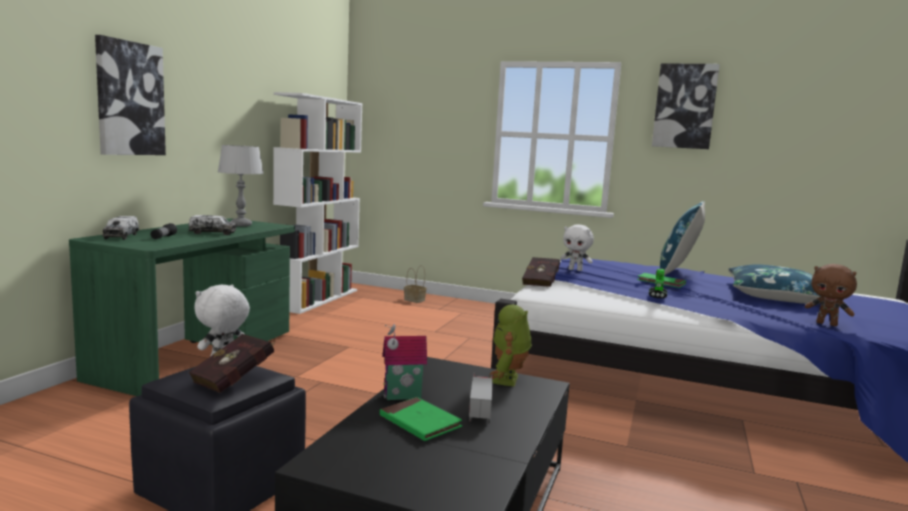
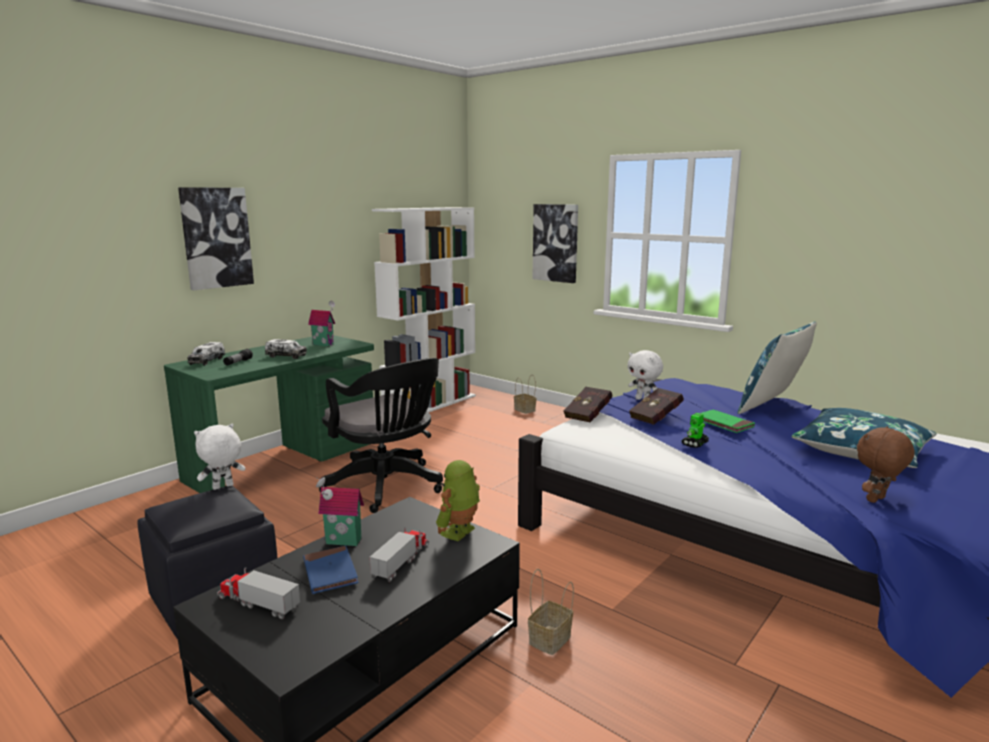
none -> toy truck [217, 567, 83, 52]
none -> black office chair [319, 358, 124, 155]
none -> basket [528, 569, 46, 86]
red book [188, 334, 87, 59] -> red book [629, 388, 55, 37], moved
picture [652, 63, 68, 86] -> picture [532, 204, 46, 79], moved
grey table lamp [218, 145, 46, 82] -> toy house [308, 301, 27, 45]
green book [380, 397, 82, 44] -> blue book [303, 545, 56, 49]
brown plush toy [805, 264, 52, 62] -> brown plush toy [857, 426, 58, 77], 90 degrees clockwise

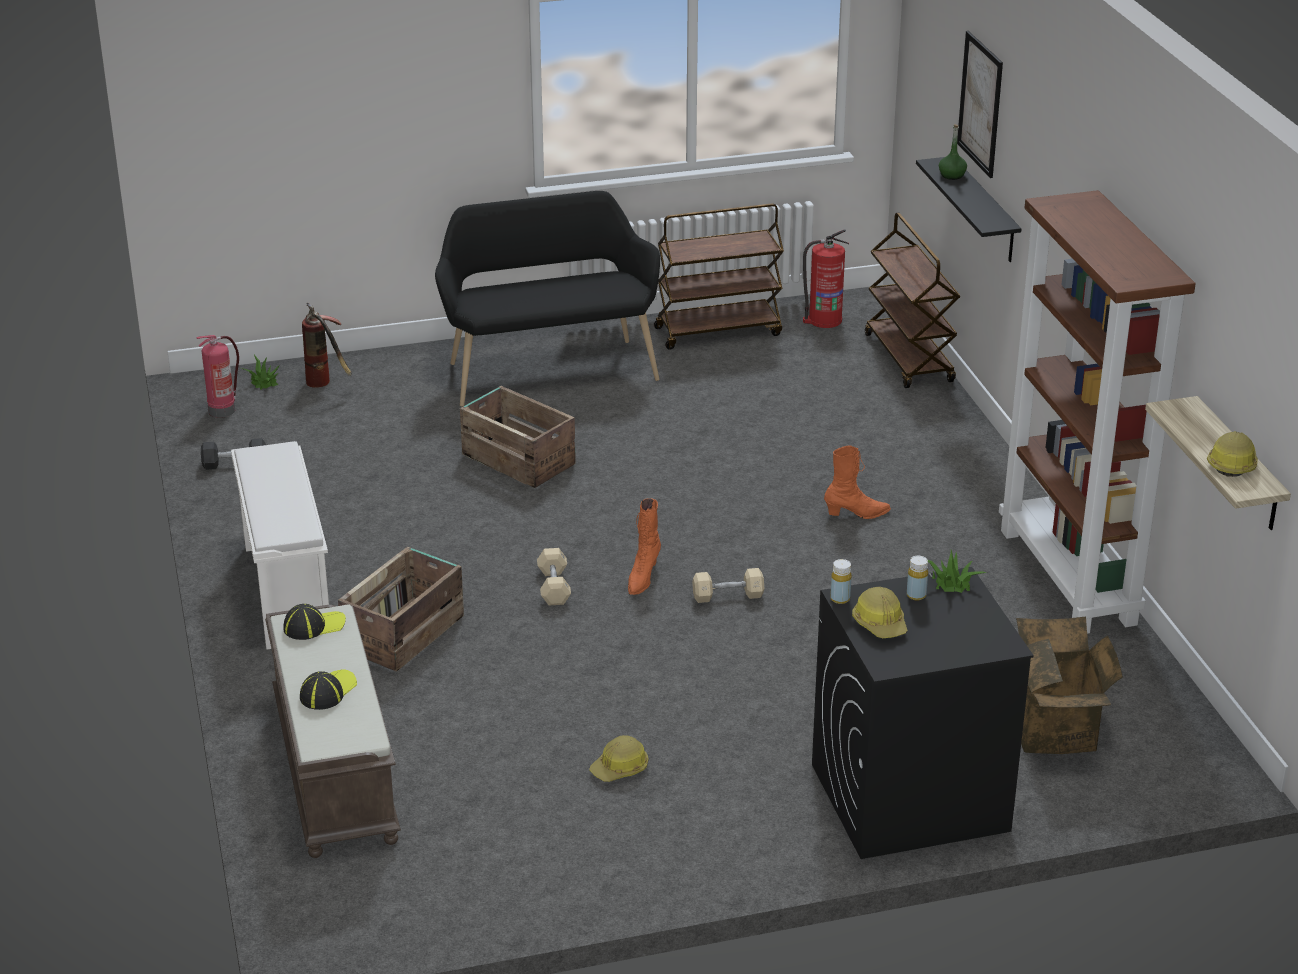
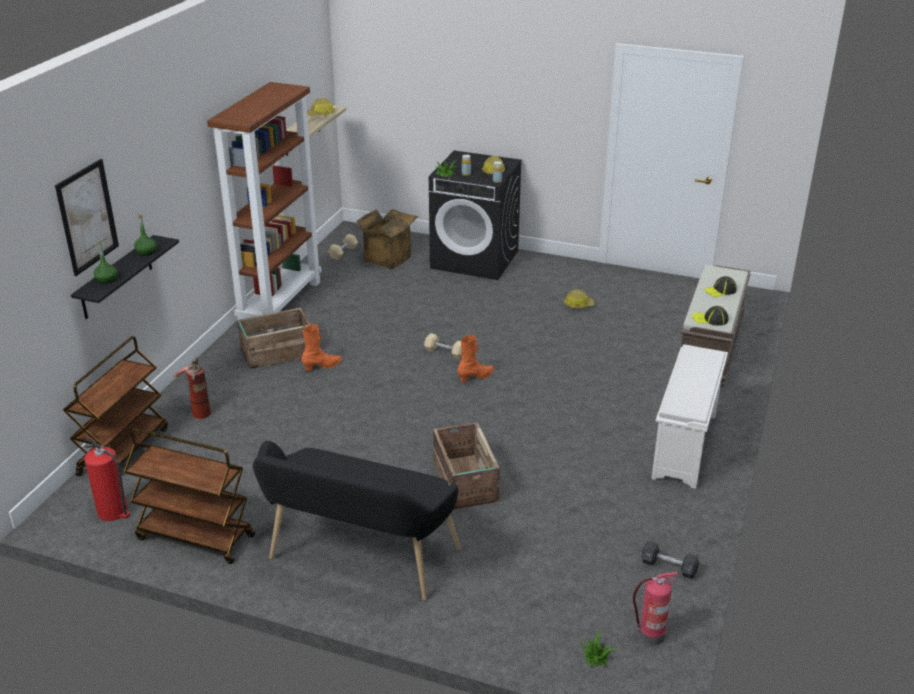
none -> green bottle [134, 214, 22, 42]
fire extinguisher [302, 303, 50, 85] -> fire extinguisher [174, 358, 37, 61], moved
crate [338, 546, 126, 126] -> crate [237, 308, 74, 62], moved
beige dumbbell [537, 548, 34, 58] -> beige dumbbell [328, 234, 30, 26], moved
orange boot [824, 446, 67, 73] -> orange boot [301, 324, 41, 47], 120 degrees clockwise

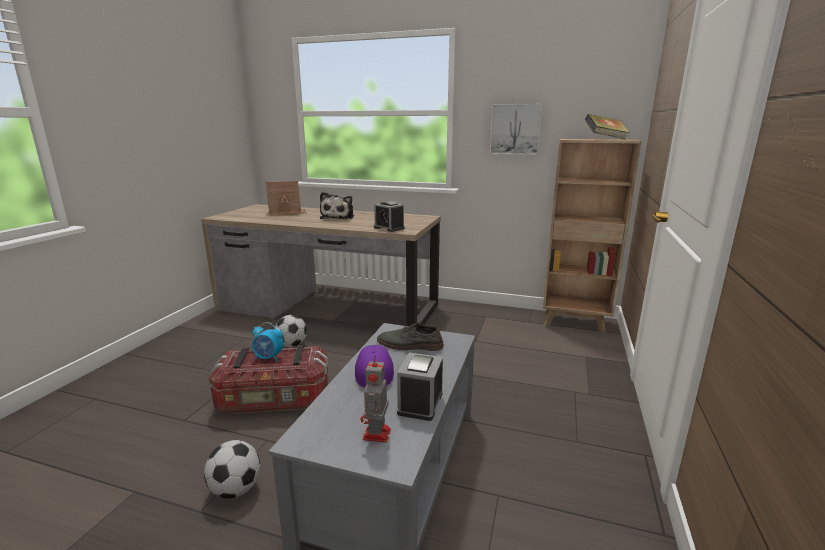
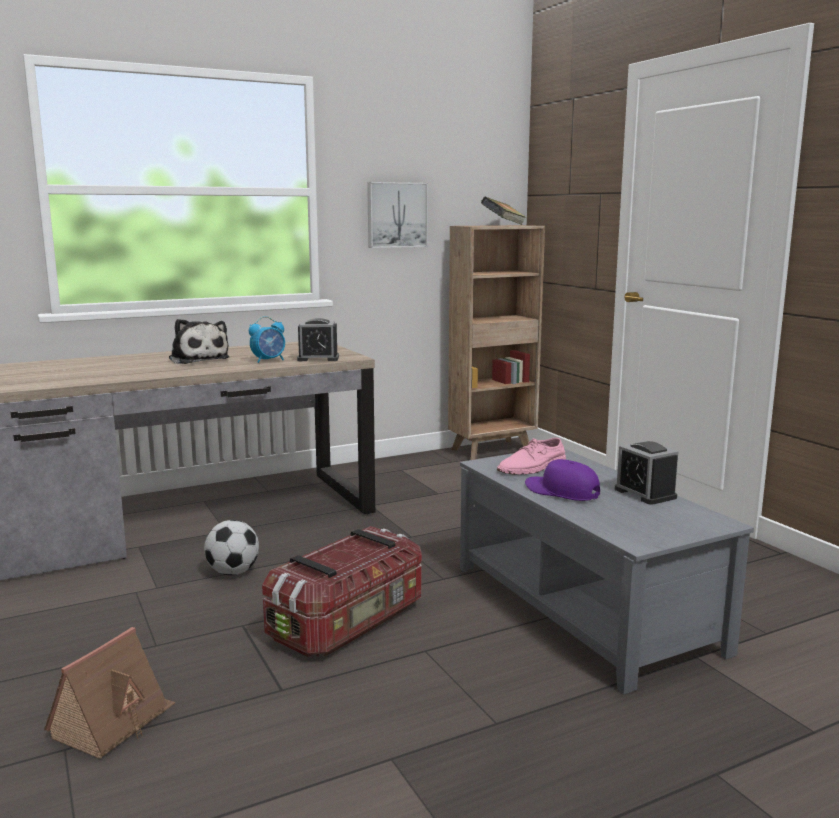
football [204, 440, 56, 58] -> none
toy robot [360, 355, 31, 88] -> none
alarm clock [252, 322, 32, 39] -> alarm clock [249, 316, 36, 47], moved
toy house [265, 181, 42, 35] -> toy house [44, 627, 132, 132], moved
grey shoe [377, 322, 67, 29] -> pink shoe [497, 438, 69, 37]

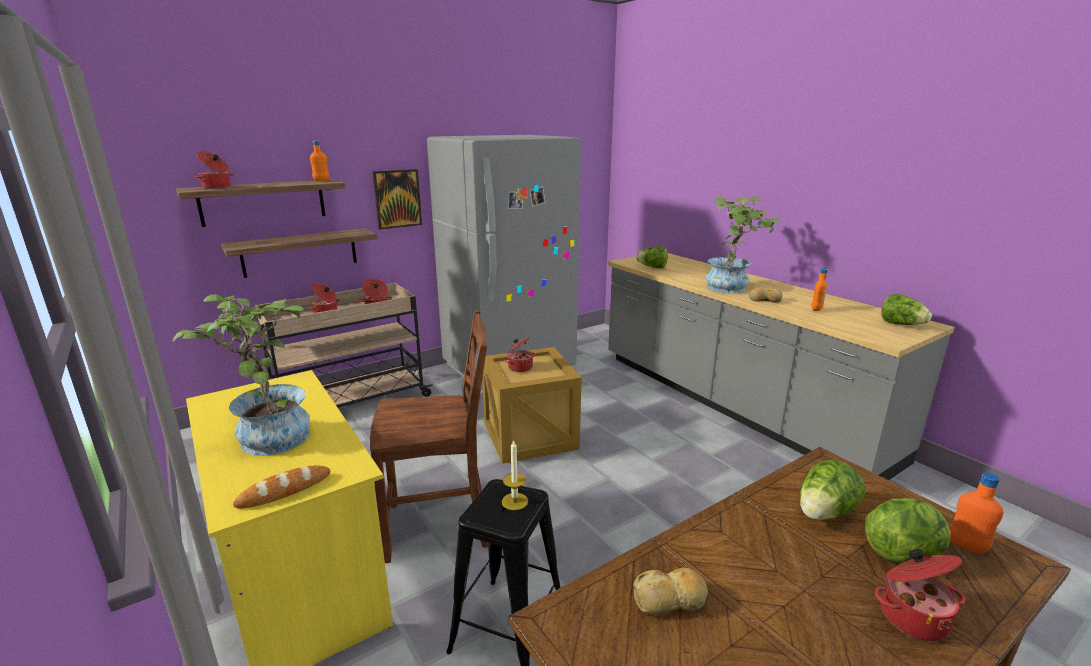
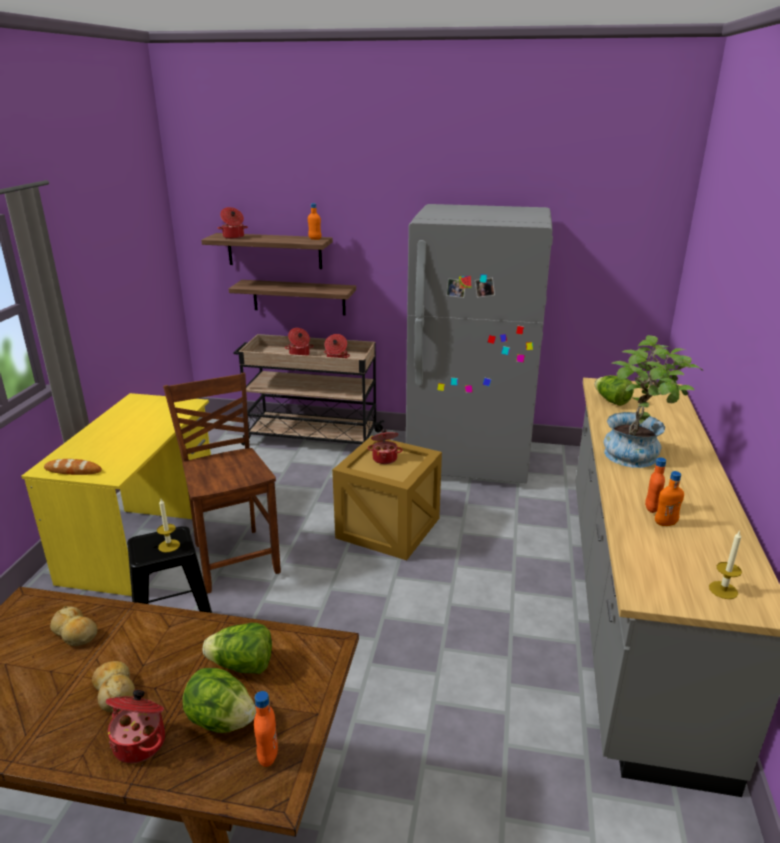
potted plant [172, 294, 138, 162] -> none
picture [372, 169, 50, 61] -> none
none -> orange bottle [645, 457, 21, 56]
bread [749, 287, 33, 16] -> bread [92, 661, 43, 52], moved
lettuce [881, 294, 51, 31] -> candle [709, 530, 33, 69]
brown chair [370, 310, 118, 253] -> brown chair [163, 373, 118, 221], 150 degrees counterclockwise

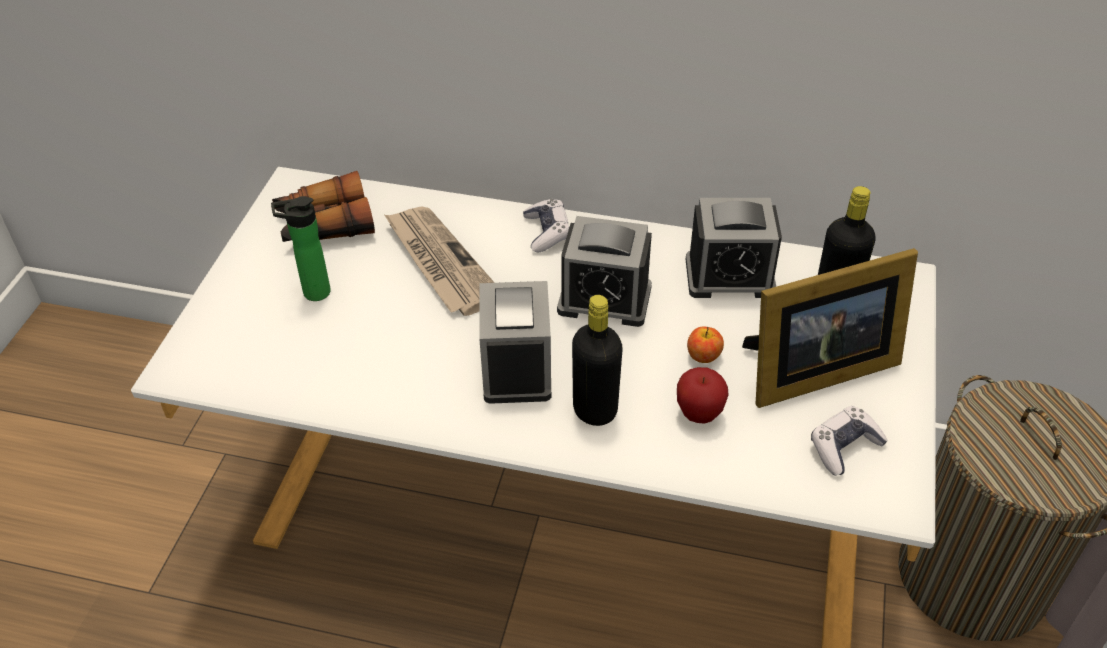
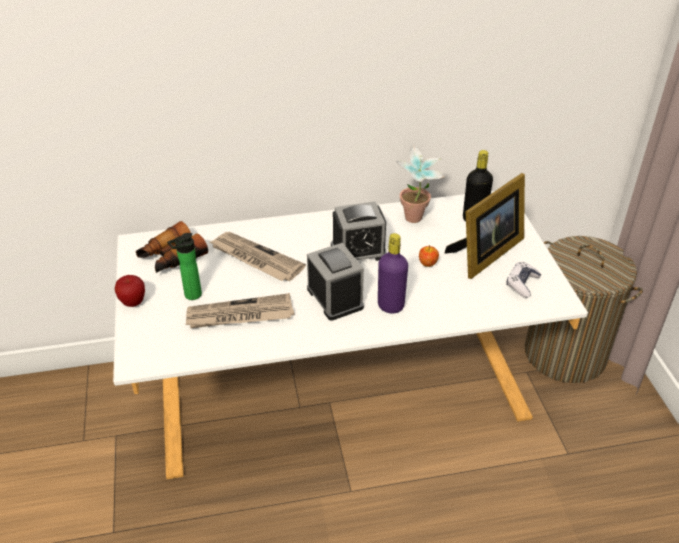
game controller [523, 199, 46, 53] -> none
none -> newspaper [186, 293, 108, 35]
apple [677, 367, 52, 57] -> apple [115, 275, 30, 32], moved
alarm clock [686, 198, 96, 100] -> potted plant [396, 144, 48, 79]
black bottle [572, 295, 51, 131] -> purple bottle [378, 233, 30, 80]

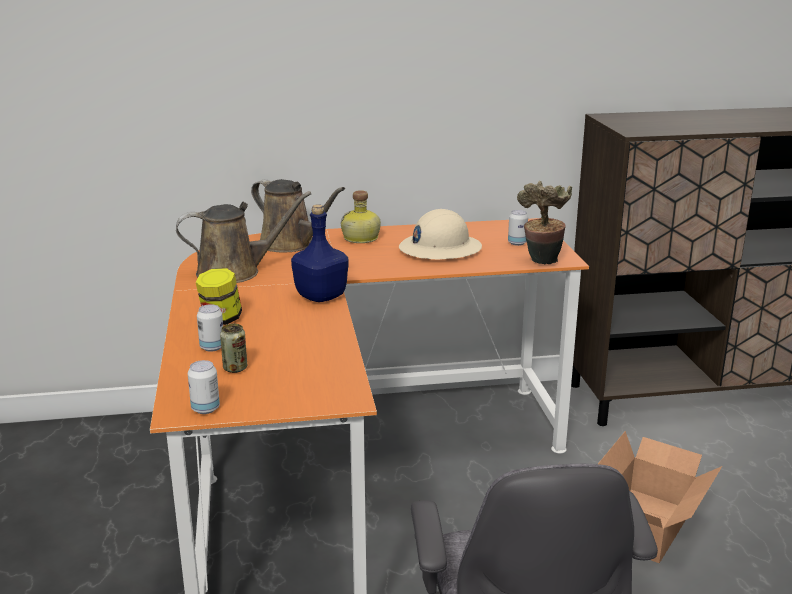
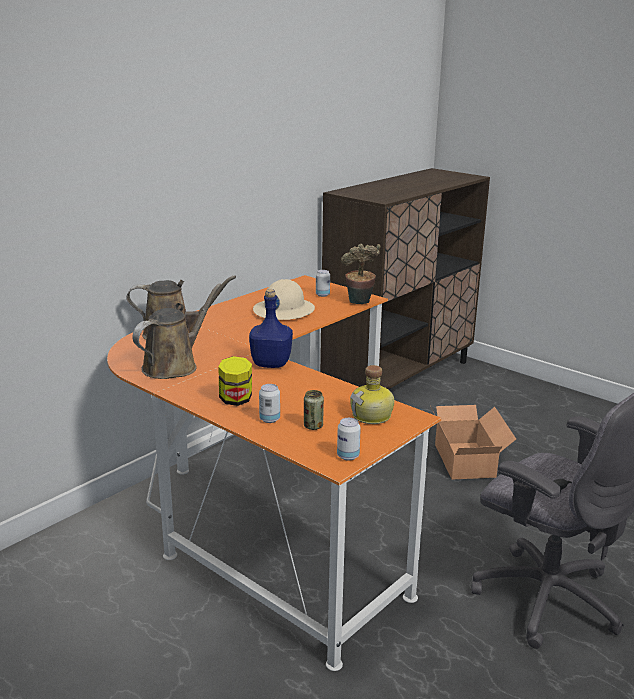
bottle [341, 190, 40, 53] -> bottle [350, 365, 44, 59], moved

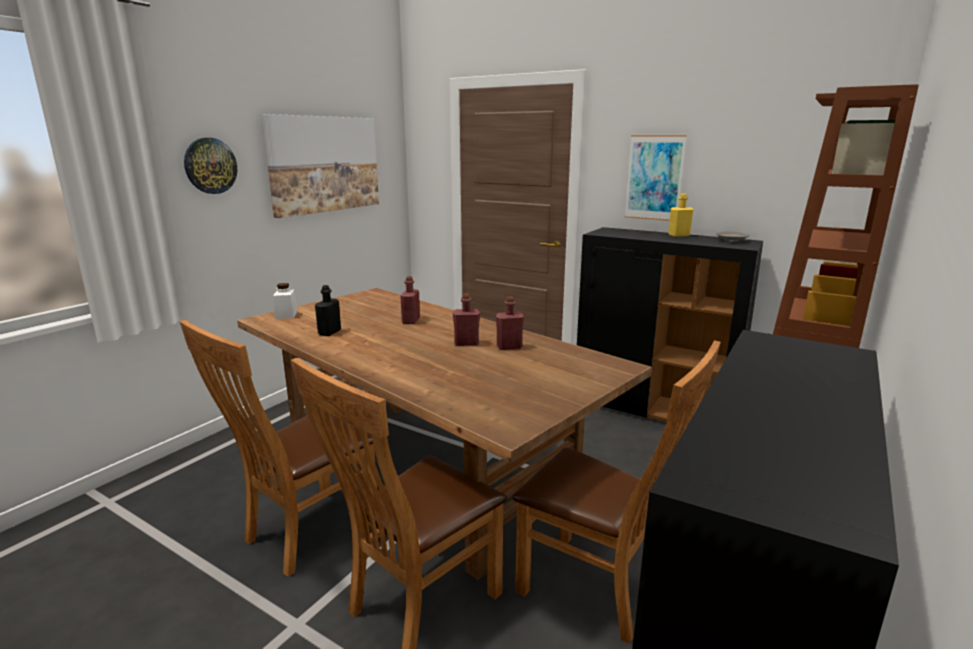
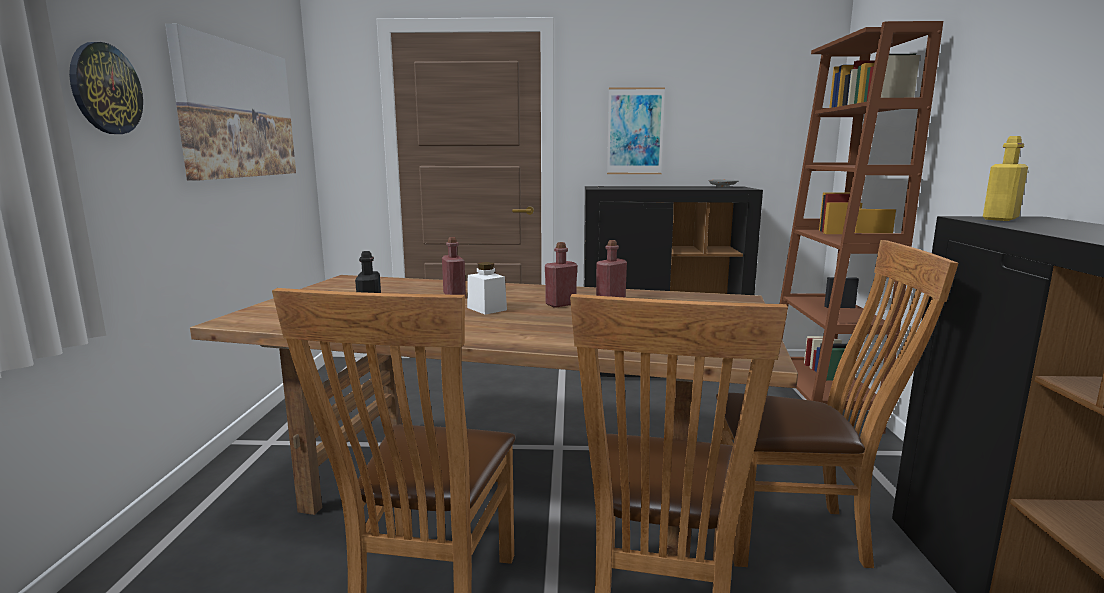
white jar [273, 283, 24, 36] -> white jar [467, 262, 40, 53], moved
yellow bottle [669, 193, 25, 44] -> yellow bottle [983, 136, 45, 85], moved

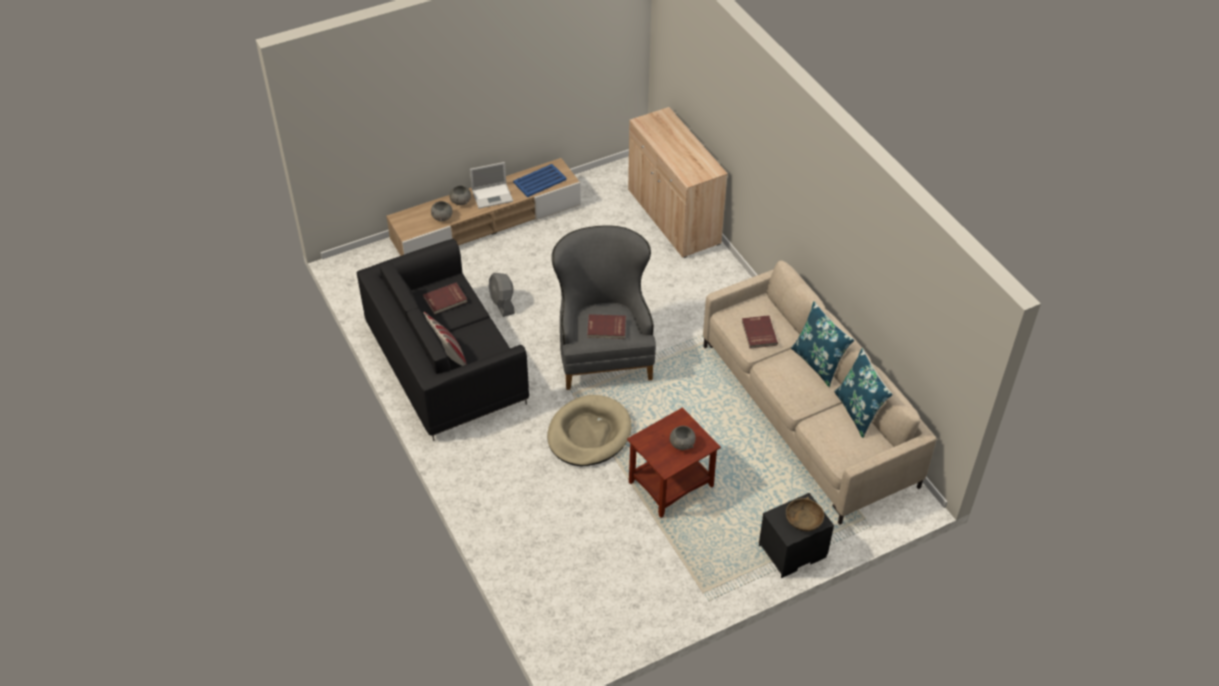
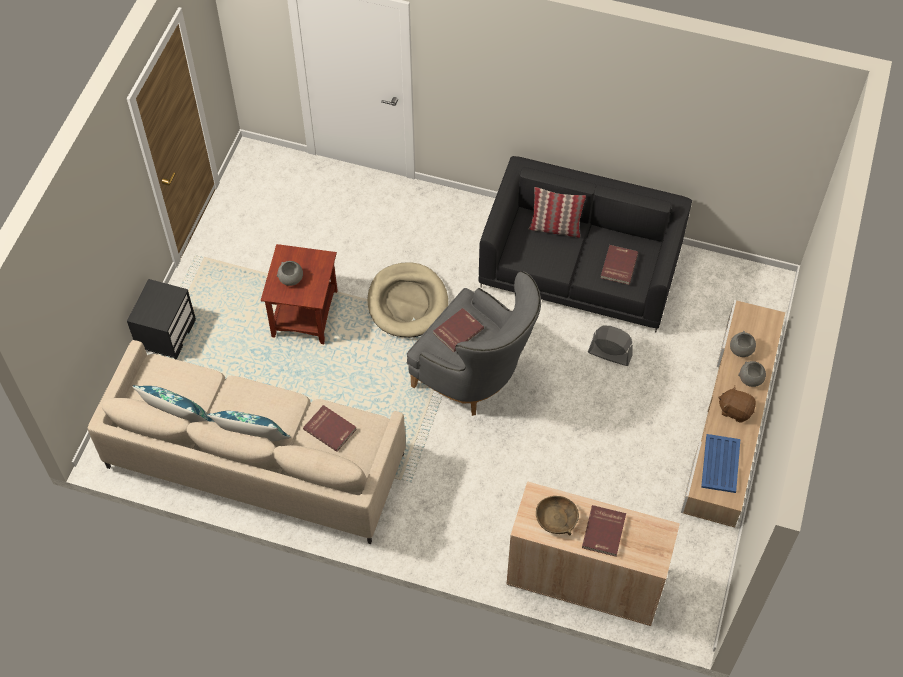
none -> red book [582, 505, 44, 52]
brown bowl [786, 497, 38, 34] -> brown bowl [536, 496, 43, 40], moved
laptop [470, 162, 43, 47] -> brown plush toy [718, 386, 38, 37]

